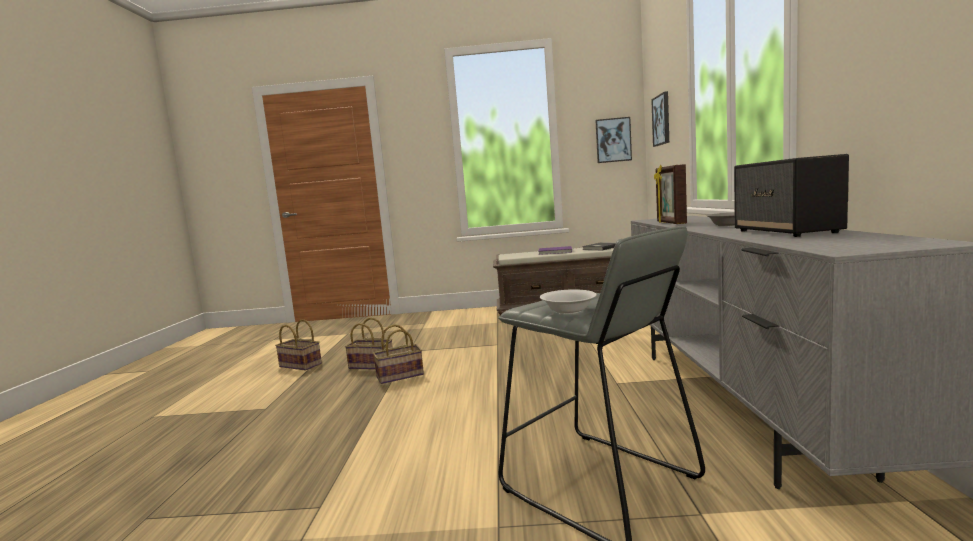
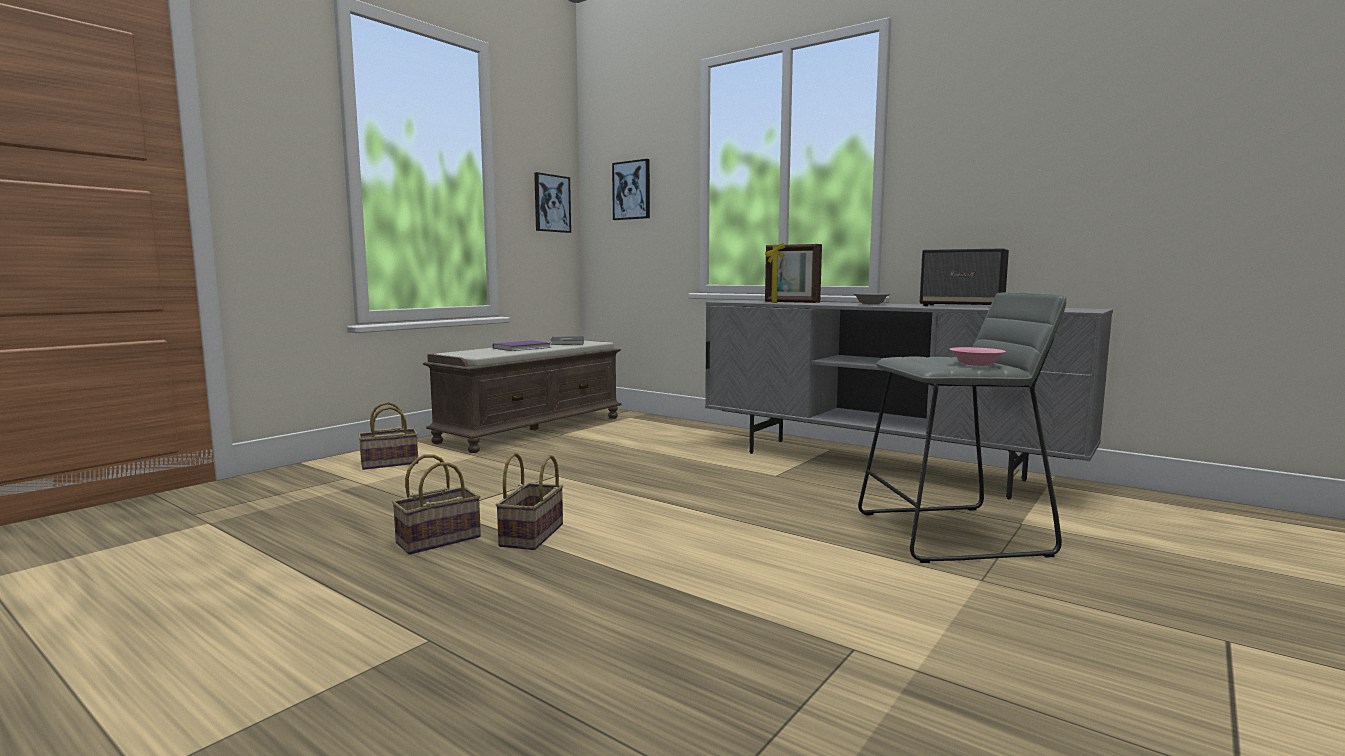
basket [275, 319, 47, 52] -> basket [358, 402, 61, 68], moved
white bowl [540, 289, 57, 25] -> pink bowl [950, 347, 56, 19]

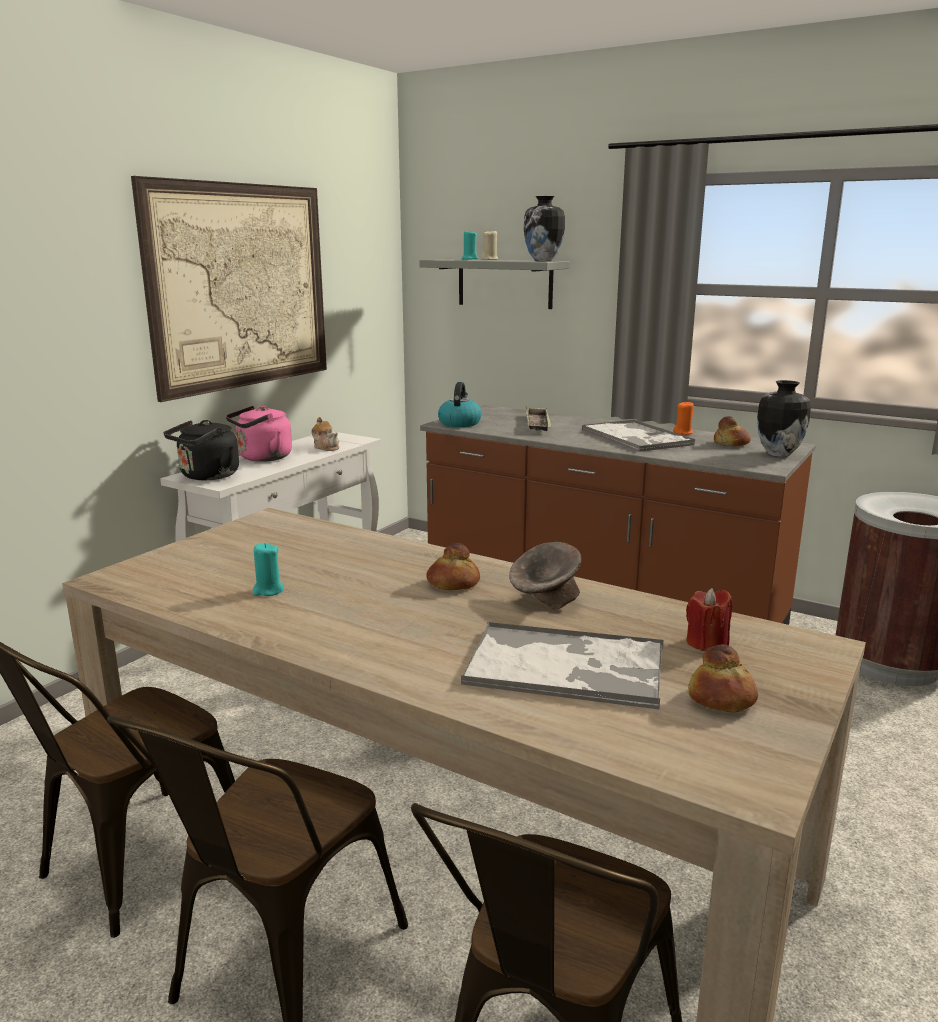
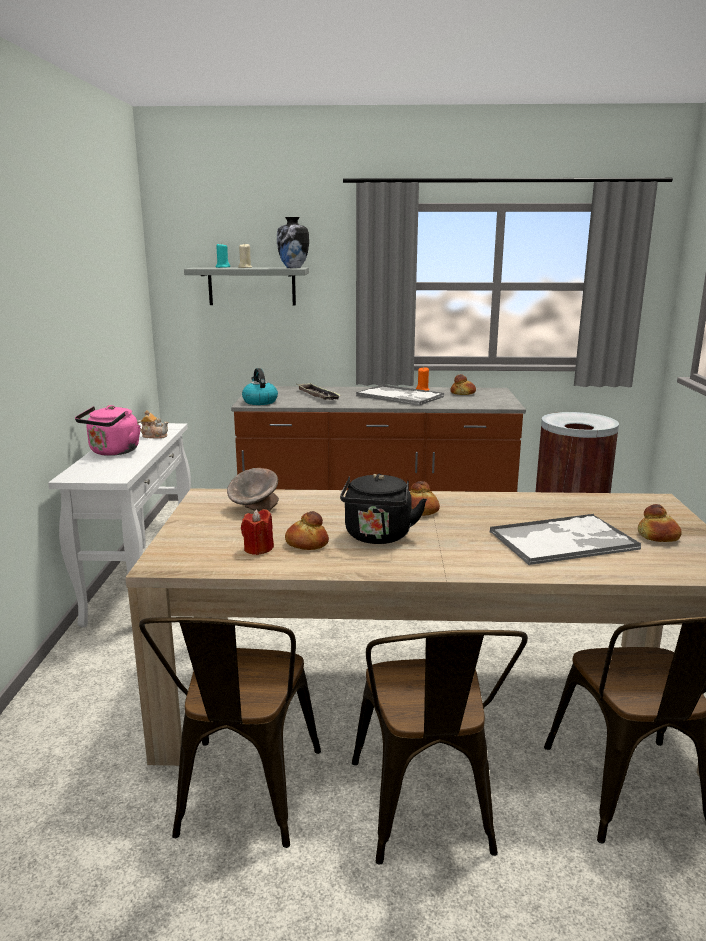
picture [131, 176, 196, 226] -> none
vase [757, 380, 54, 77] -> none
black kettle [164, 420, 75, 60] -> black kettle [340, 474, 87, 70], moved
grey bowl [509, 542, 72, 68] -> grey bowl [227, 468, 52, 44], moved
red candle [686, 588, 46, 63] -> red candle [241, 509, 33, 46], moved
turquoise candle [253, 543, 31, 53] -> bread [285, 511, 44, 39]

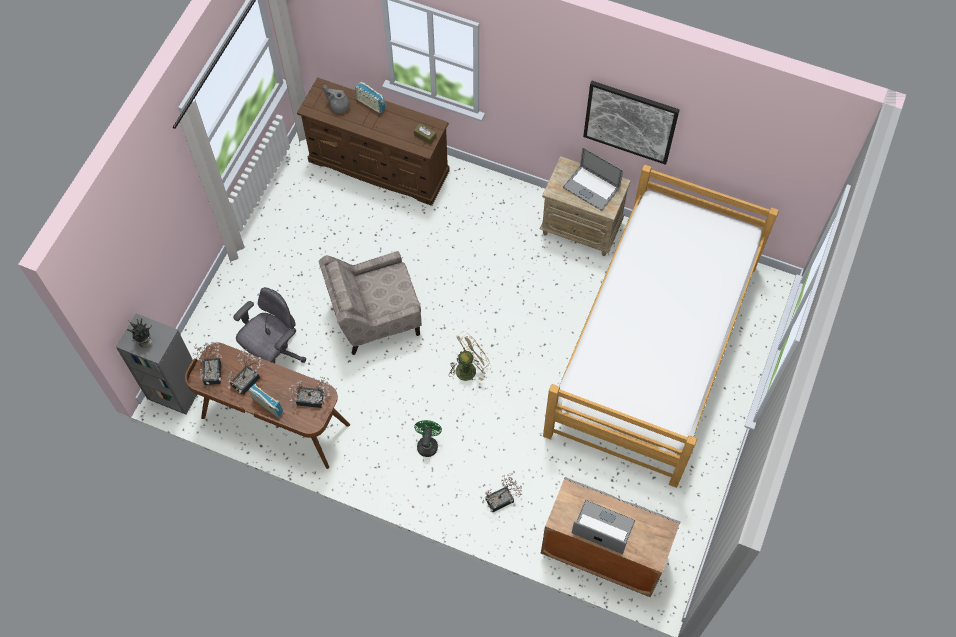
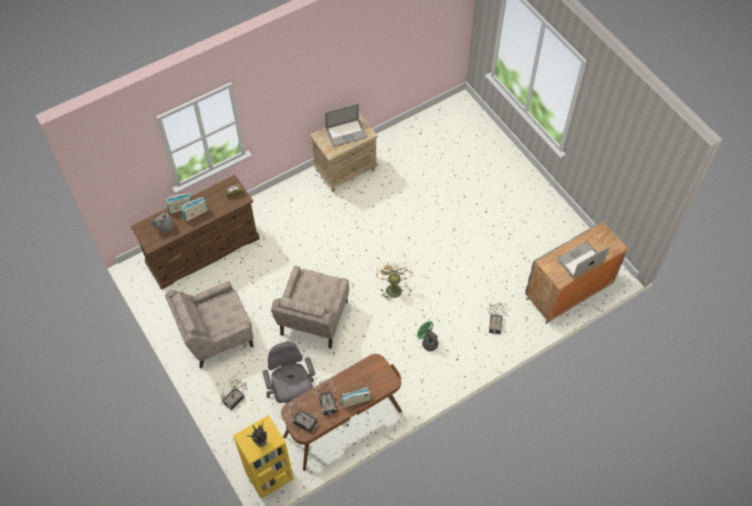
bed [543, 164, 236, 324] -> none
picture [583, 81, 96, 84] -> none
none -> beige armchair [165, 281, 88, 87]
none -> radio [181, 197, 28, 24]
potted plant [289, 376, 42, 32] -> potted plant [220, 375, 28, 35], moved
grey bookcase [116, 313, 81, 101] -> yellow bookcase [233, 415, 61, 84]

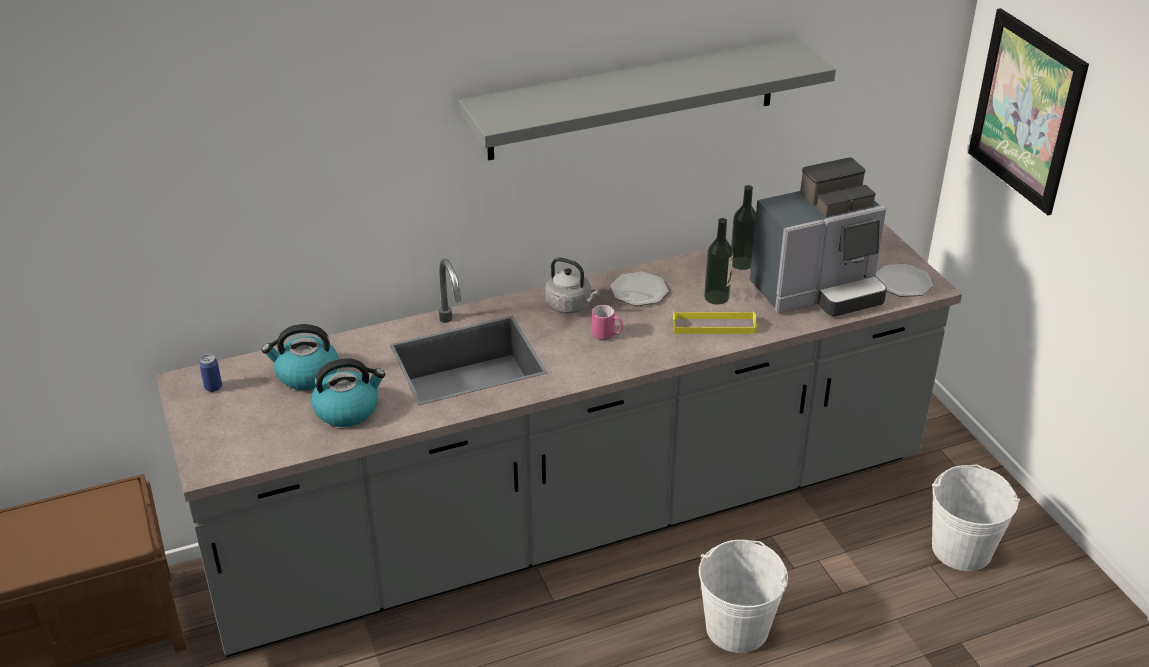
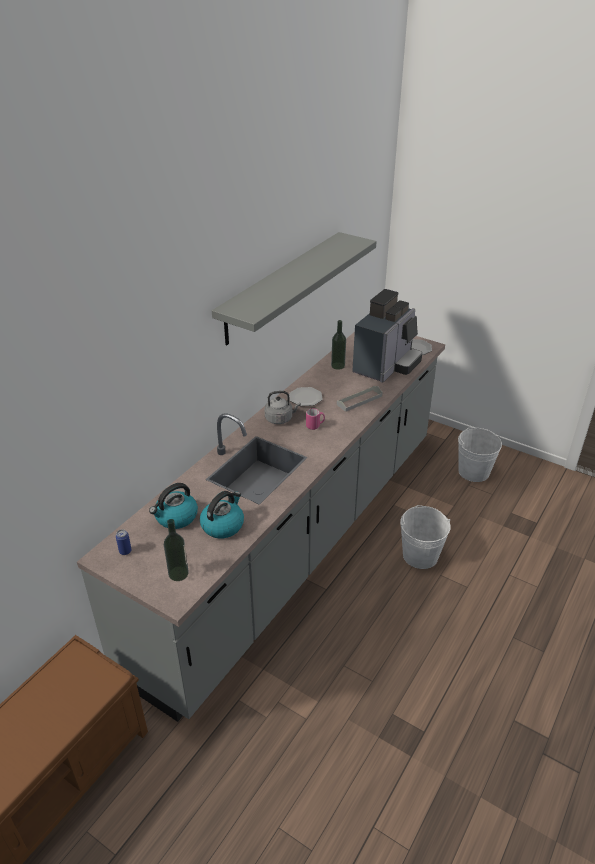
picture [968, 8, 121, 207] -> none
bottle [704, 218, 29, 87] -> bottle [164, 519, 25, 62], moved
yellow tray [673, 312, 84, 22] -> grey tray [337, 386, 46, 26]

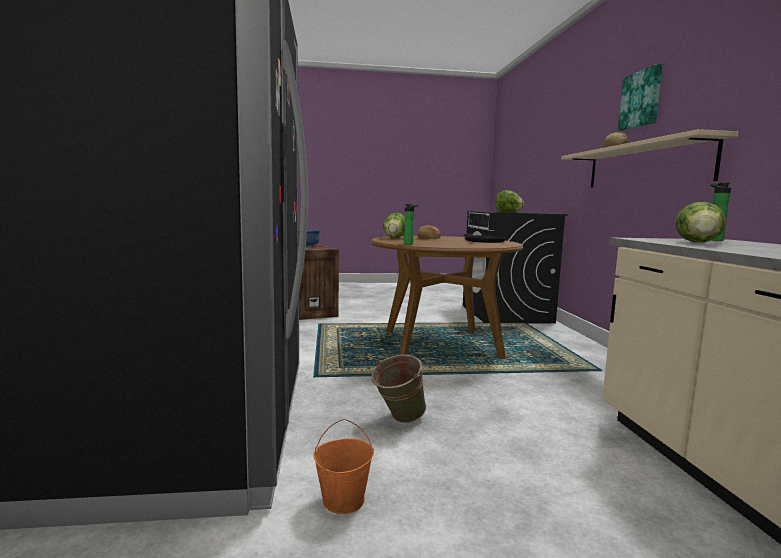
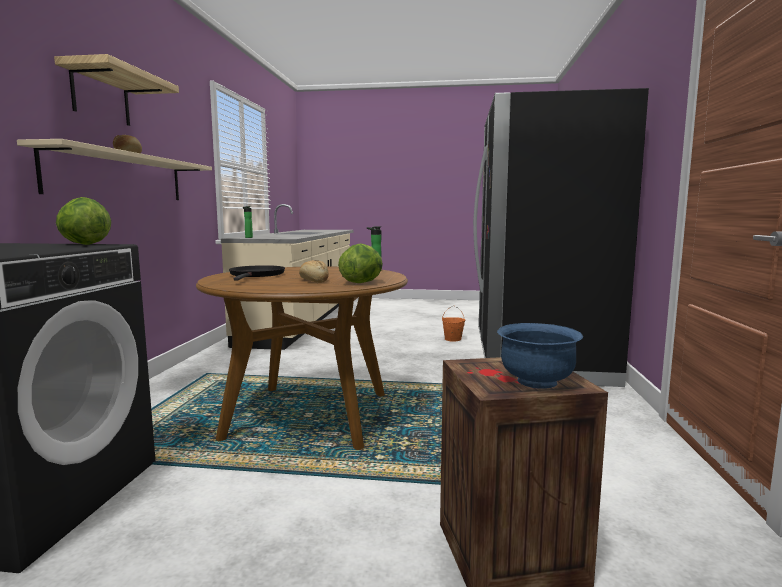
green bucket [371, 355, 55, 68] -> none
lettuce [676, 202, 50, 41] -> none
picture [618, 64, 45, 67] -> shelf [54, 54, 125, 72]

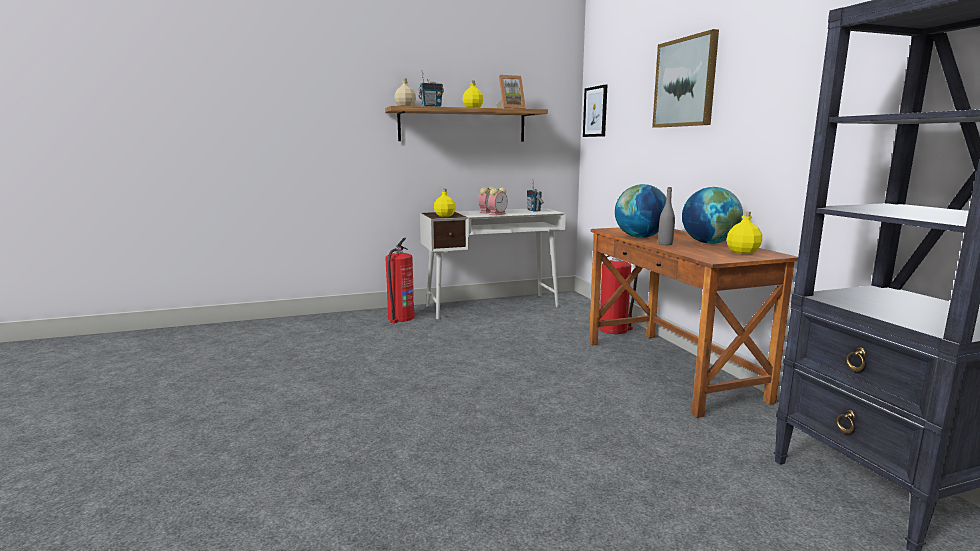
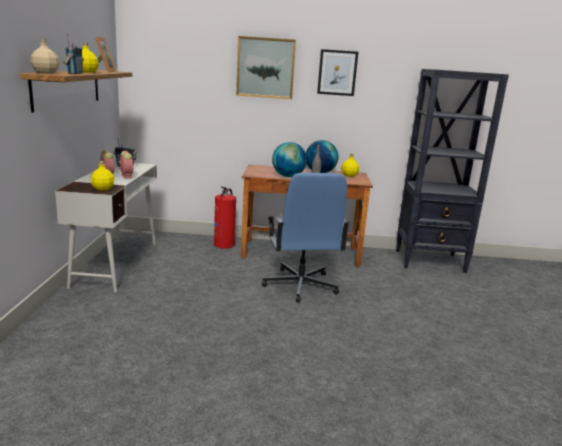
fire extinguisher [385, 238, 30, 85] -> none
none -> blue office chair [262, 173, 88, 130]
picture [583, 84, 24, 53] -> picture [317, 49, 41, 47], moved

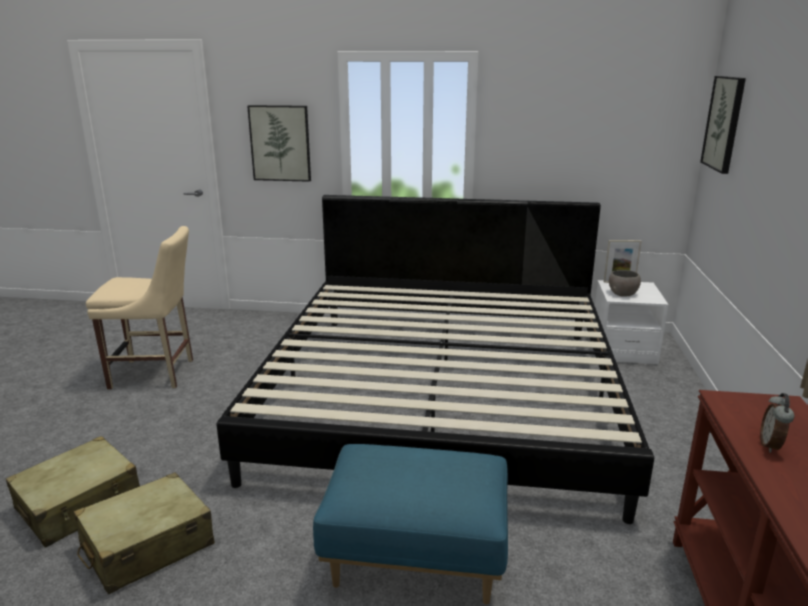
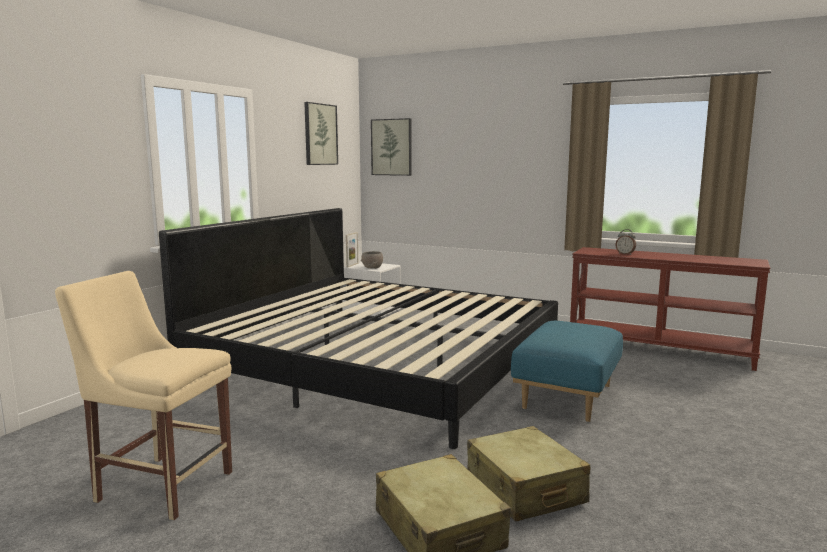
picture [247, 105, 64, 77] -> picture [304, 102, 34, 63], moved
beige chair [86, 226, 107, 164] -> beige chair [55, 271, 177, 249], 90 degrees counterclockwise

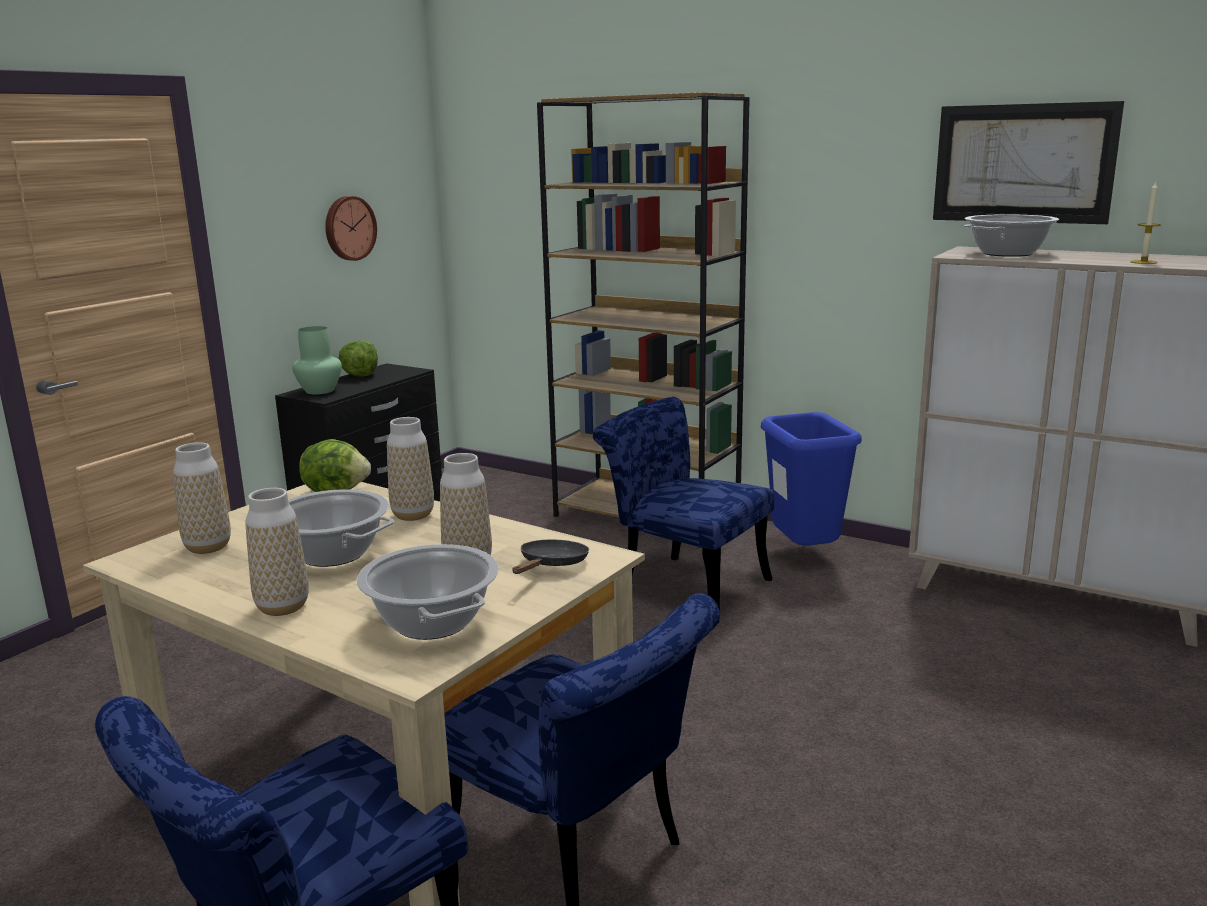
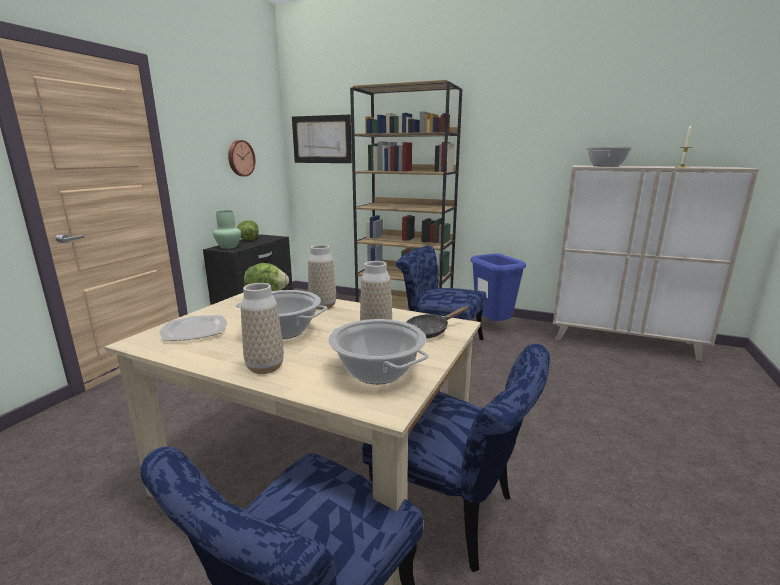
picture [933, 101, 191, 123] -> picture [292, 115, 60, 48], moved
vase [173, 442, 58, 112] -> plate [159, 315, 68, 26]
black frying pan [512, 540, 77, 34] -> black frying pan [406, 306, 62, 32], 135 degrees counterclockwise

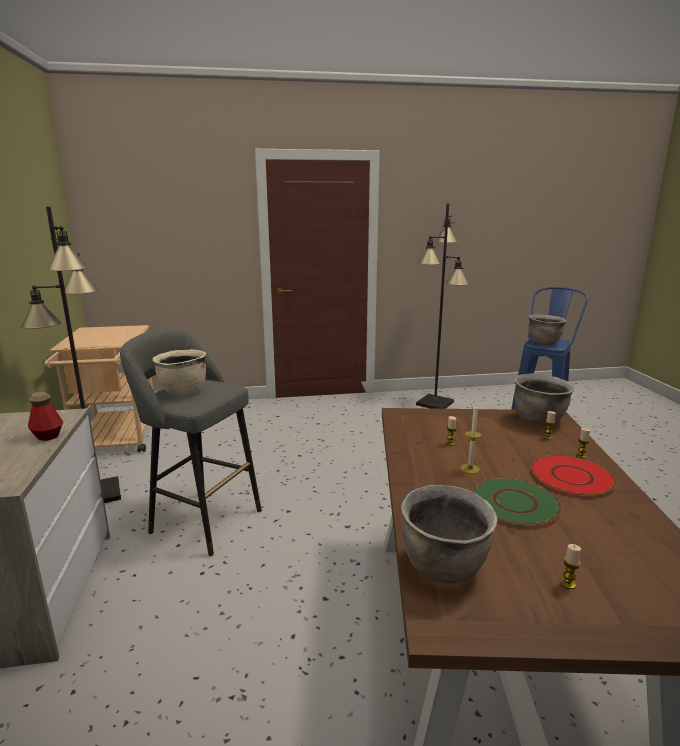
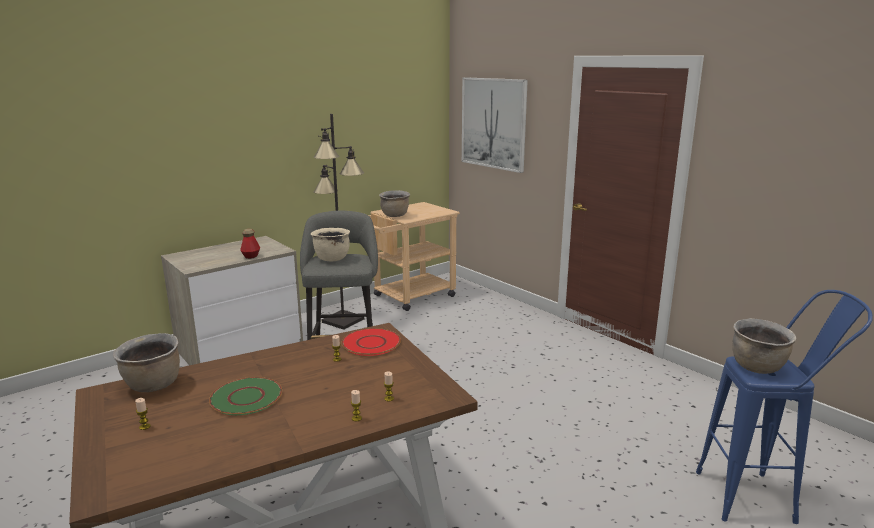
black floor lamp [416, 203, 53, 206] -> none
candle [460, 404, 22, 70] -> none
none -> picture [462, 77, 66, 96]
brown cooking pot [514, 374, 60, 52] -> brown cooking pot [379, 190, 31, 27], moved
red plate [531, 455, 85, 41] -> red plate [342, 328, 59, 28], moved

